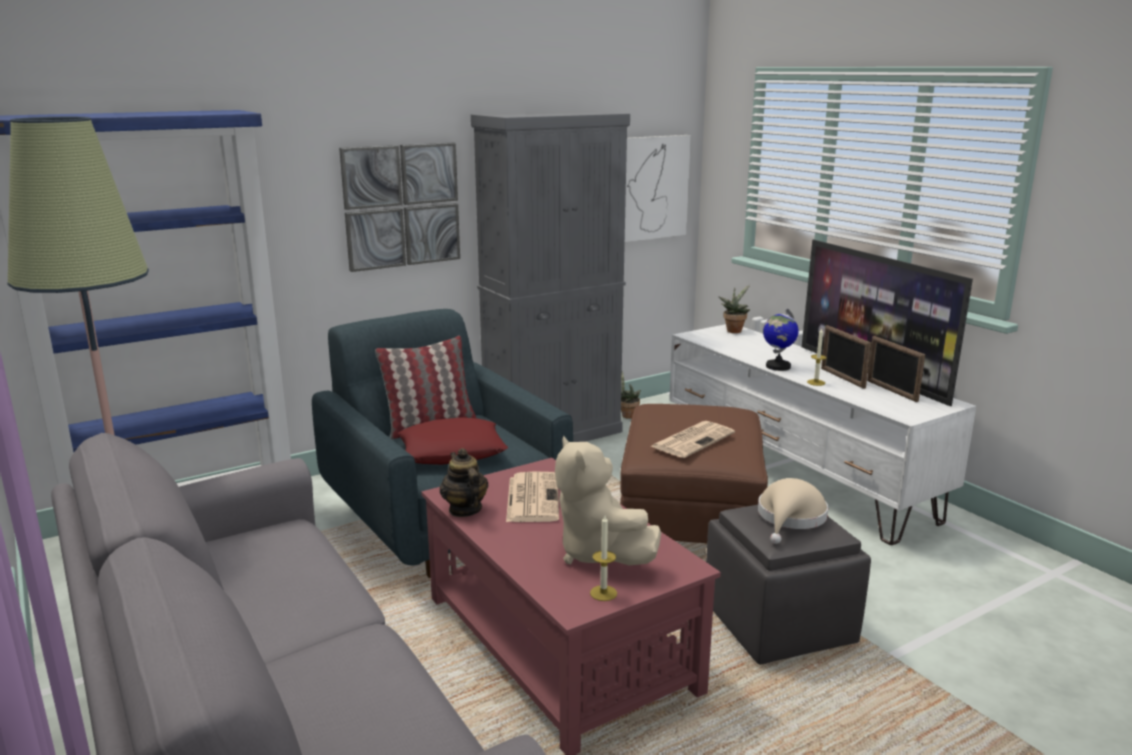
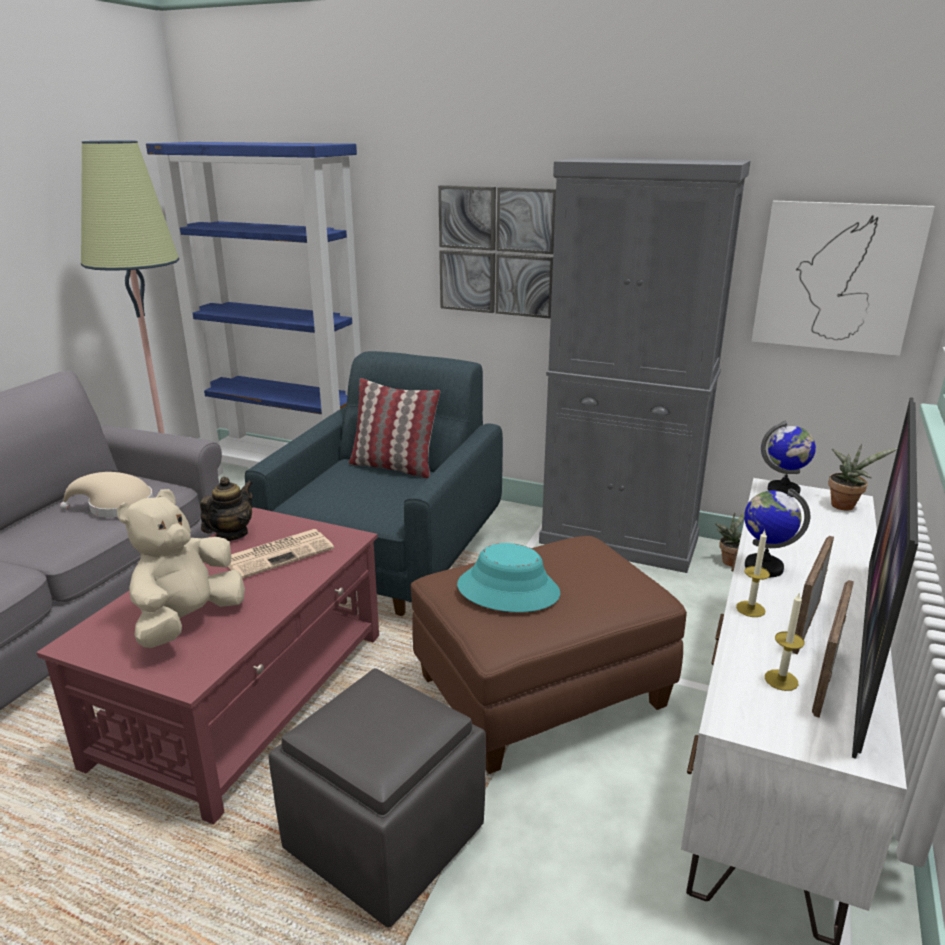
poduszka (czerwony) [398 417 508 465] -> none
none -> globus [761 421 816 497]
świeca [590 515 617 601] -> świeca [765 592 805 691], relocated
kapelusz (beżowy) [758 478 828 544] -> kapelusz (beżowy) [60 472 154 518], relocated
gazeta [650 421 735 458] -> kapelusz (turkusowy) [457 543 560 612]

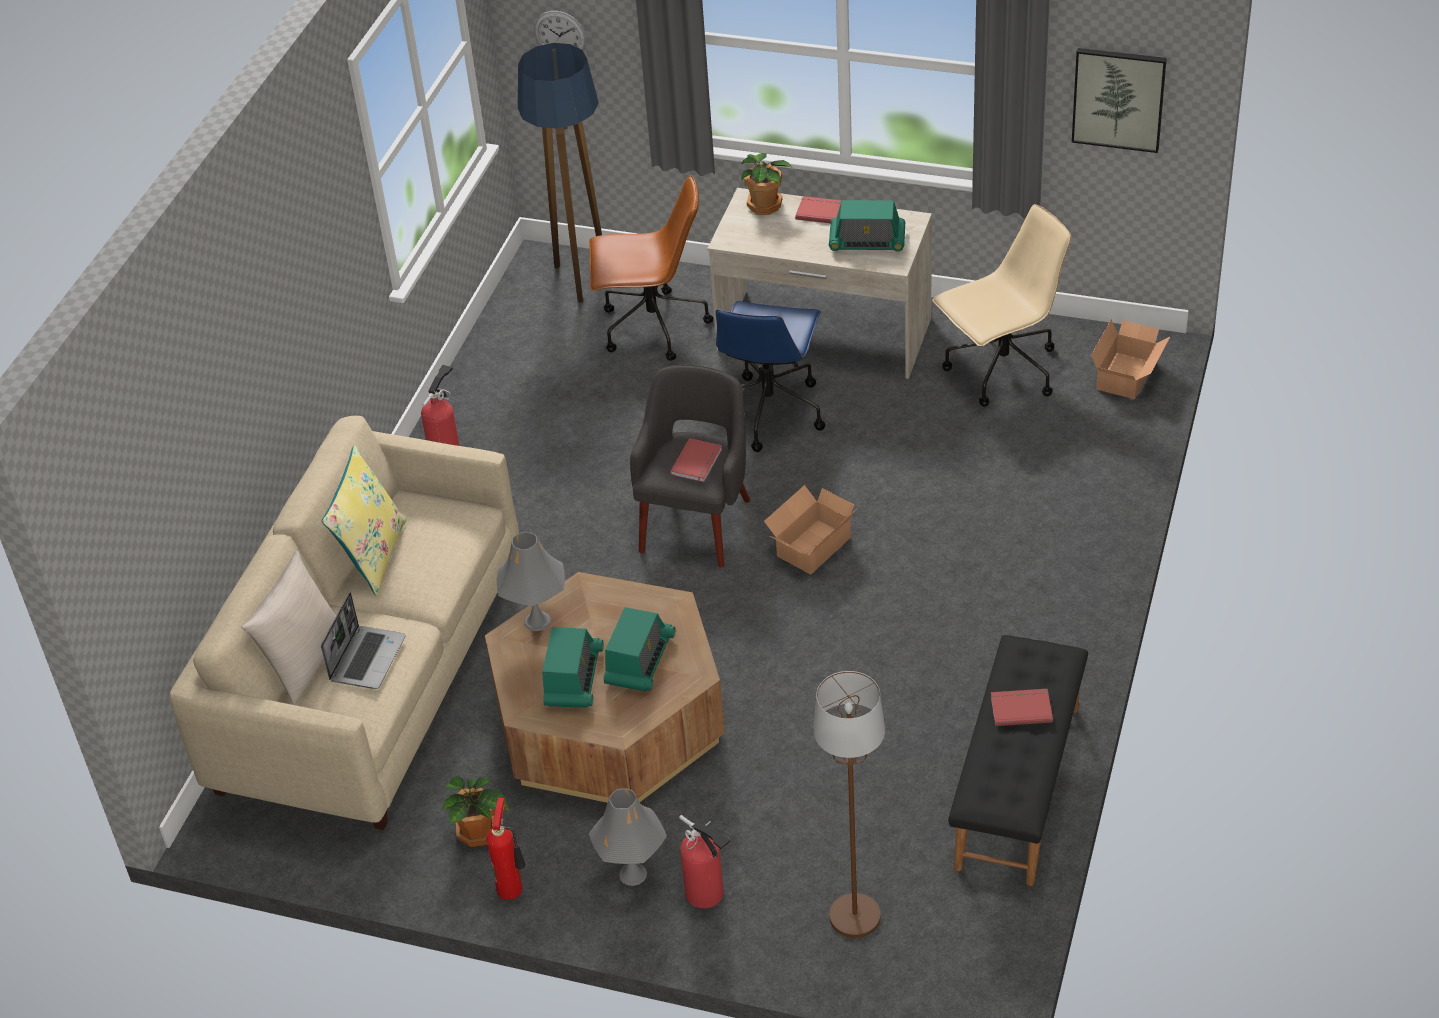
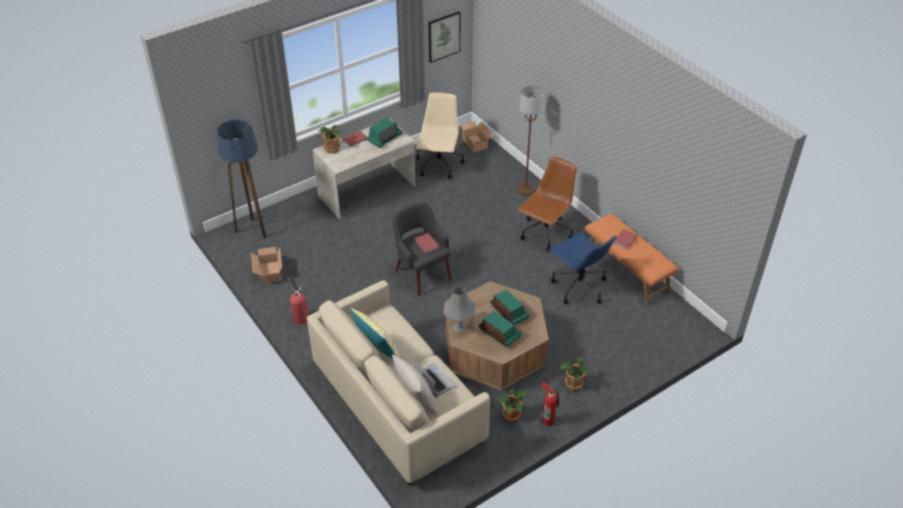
zegar ścienny [534 11 586 50] -> none
gaśnica [679 815 731 908] -> none
krzesło biurowe (brązowy) [589 175 713 361] -> krzesło biurowe (brązowy) [518 157 577 252], relocated
krzesło biurowe (niebieski) [716 301 825 452] -> krzesło biurowe (niebieski) [549 233 617 304], relocated
karton [764 485 856 574] -> karton [251 247 282 284], relocated
lampa stojąca (brązowy) [814 671 885 938] -> lampa stojąca (brązowy) [517 86 544 195], relocated
lampa stołowa (szary) [589 788 667 886] -> roślina doniczkowa [559 358 589 391]
ławka (czarny) [948 635 1088 886] -> ławka (pomarańczowy) [585 213 679 305]

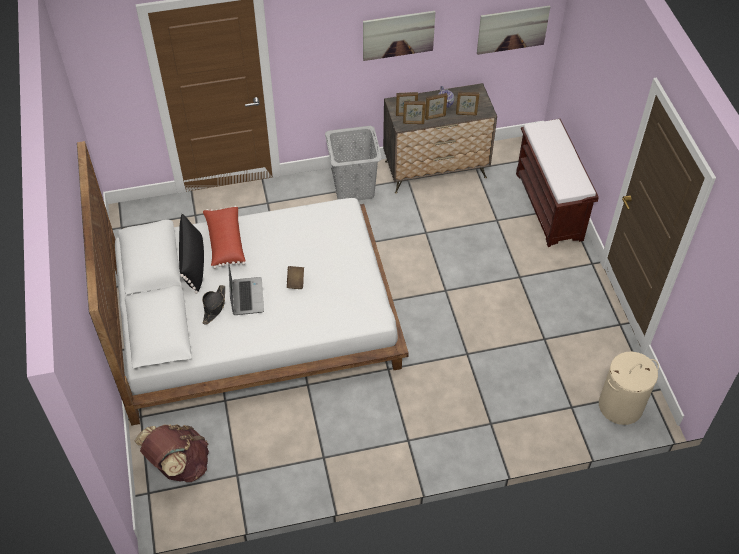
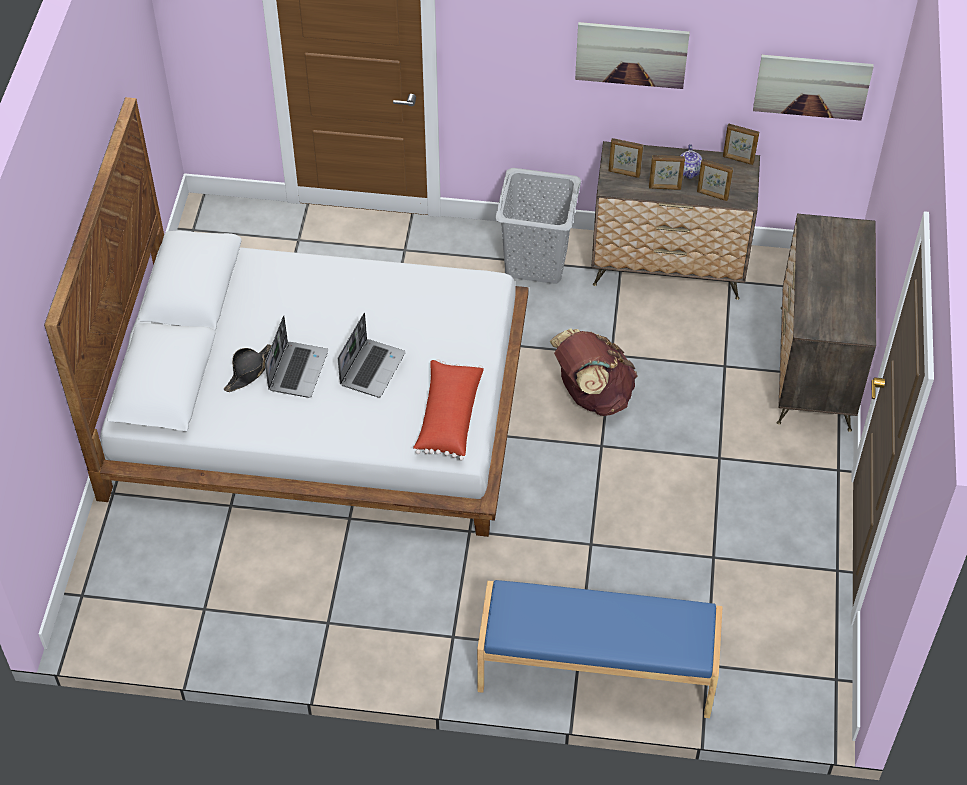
poduszka (czarny) [179 214 204 294] -> none
kosz na pranie (beżowy) [599 351 659 425] -> none
none -> ławka (niebieski) [477 580 722 718]
plecak (brązowy) [134 424 209 482] -> plecak (brązowy) [550 328 637 416], relocated
poduszka (czerwony) [203 206 246 269] -> poduszka (czerwony) [413 359 484 461], relocated
ramka na zdjęcie [403 101 426 124] -> ramka na zdjęcie [723 124 759 165], relocated
książka (brązowy) [287 266 304 289] -> laptop [338 313 405 397]
ławka (brązowy) [516 119 599 247] -> komoda [776 214 876 432]

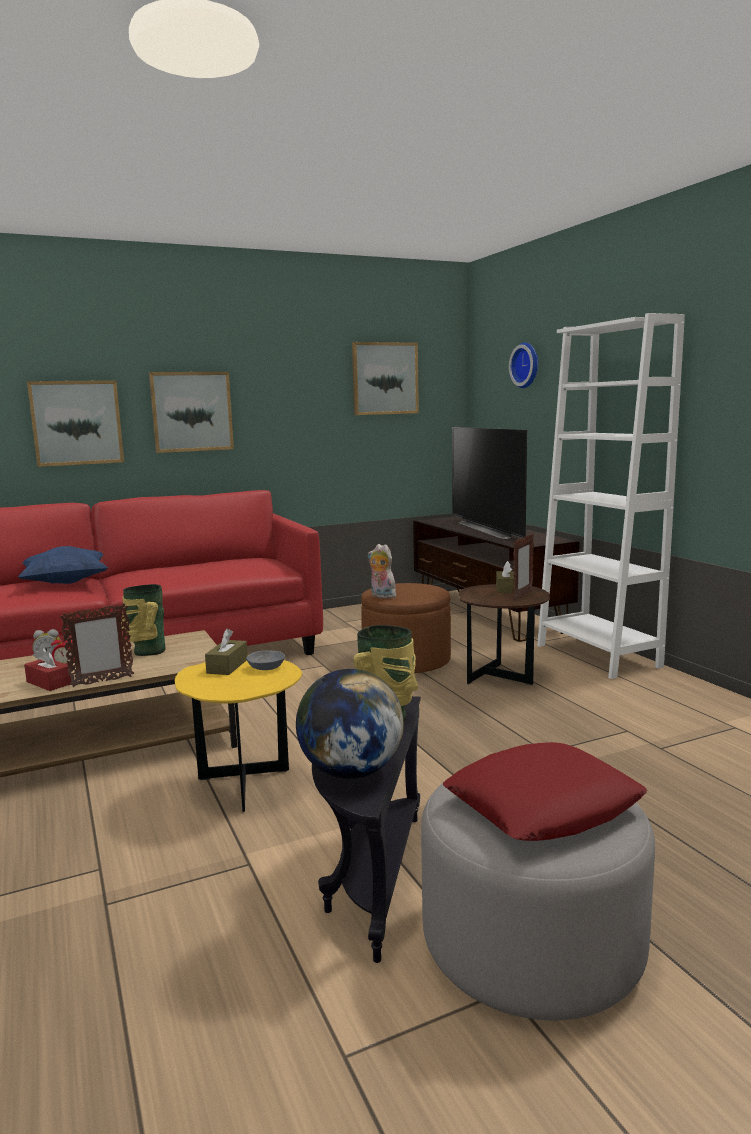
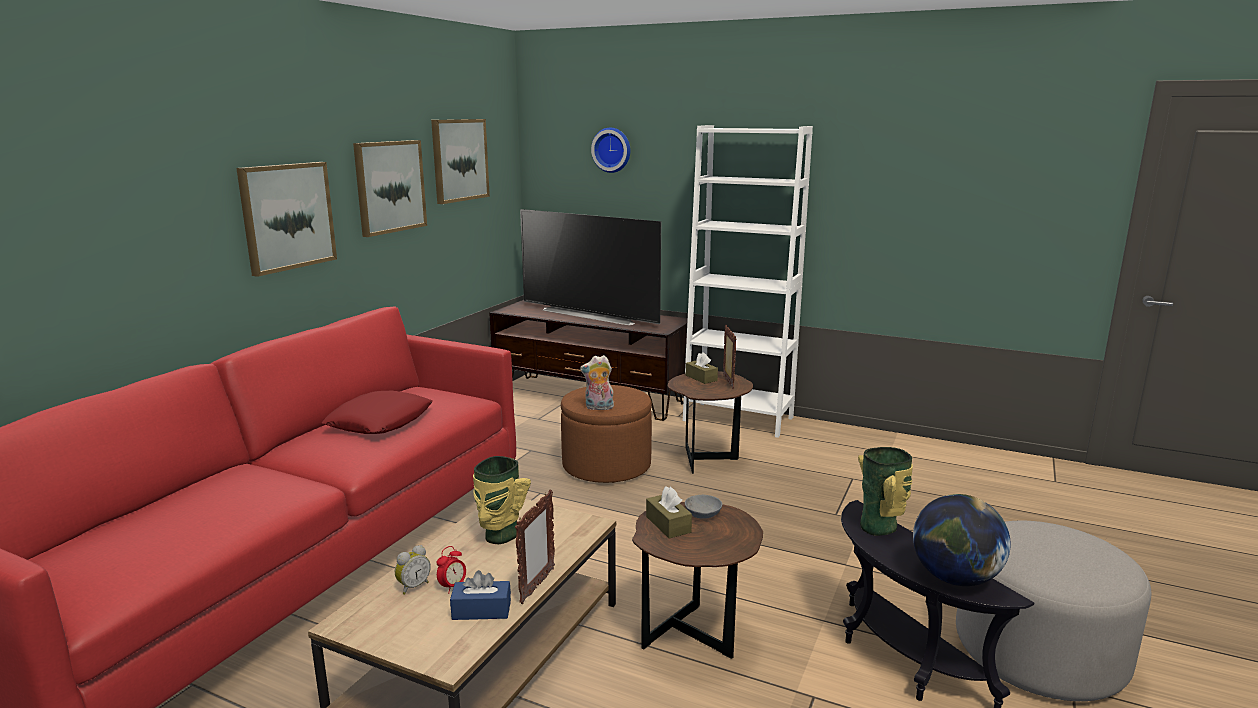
poduszka (niebieski) [18 546 108 584] -> none
obraz [27 380 124 467] -> obraz [353 140 427 237], relocated
poduszka (czerwony) [443 742 648 841] -> poduszka (czerwony) [321 391 432 434], relocated
pudełko chusteczek (czerwony) [24 647 71 691] -> pudełko chusteczek (niebieski) [450 570 511 620]
stolik (żółty) [175 660 302 812] -> stolik (brązowy) [632 502 763 659]

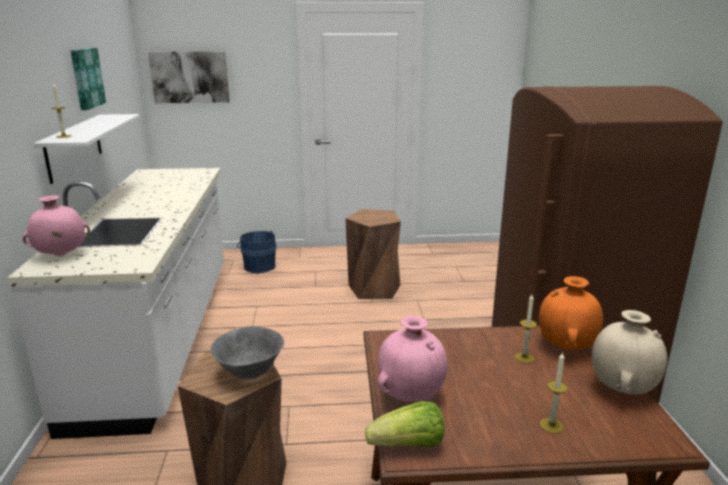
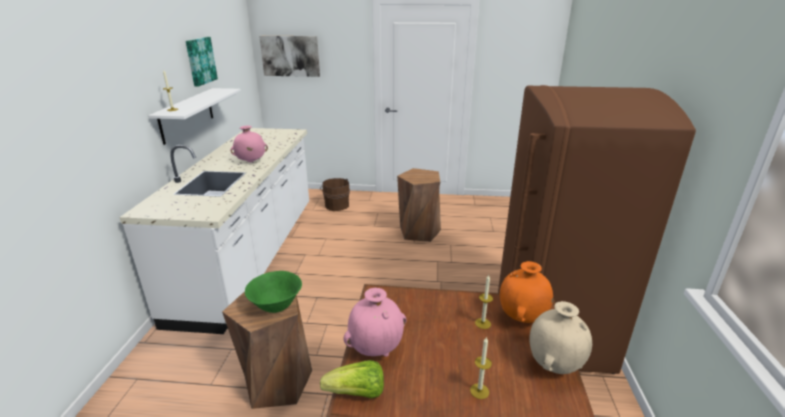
wazon (różowy) [23 196 90 256] -> wazon (różowy) [230 126 268 163], relocated
miska (szary) [211 326 284 379] -> miska (zielony) [245 271 302 313]
wiadro (niebieski) [237 230 276 273] -> wiadro (brązowy) [320 178 350 211]

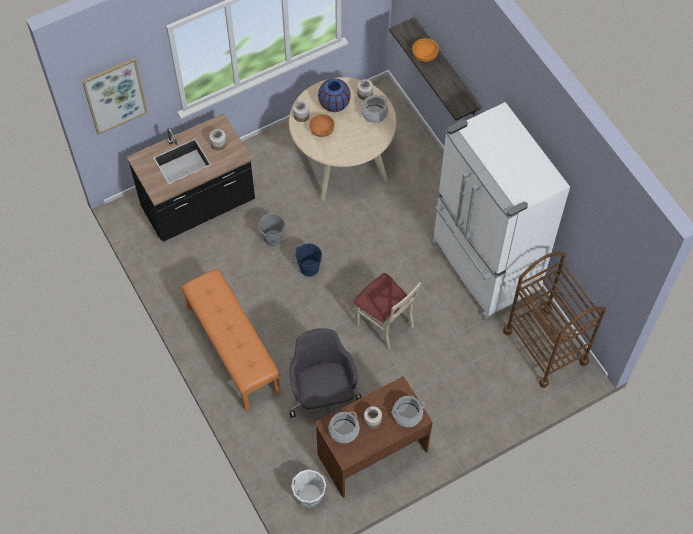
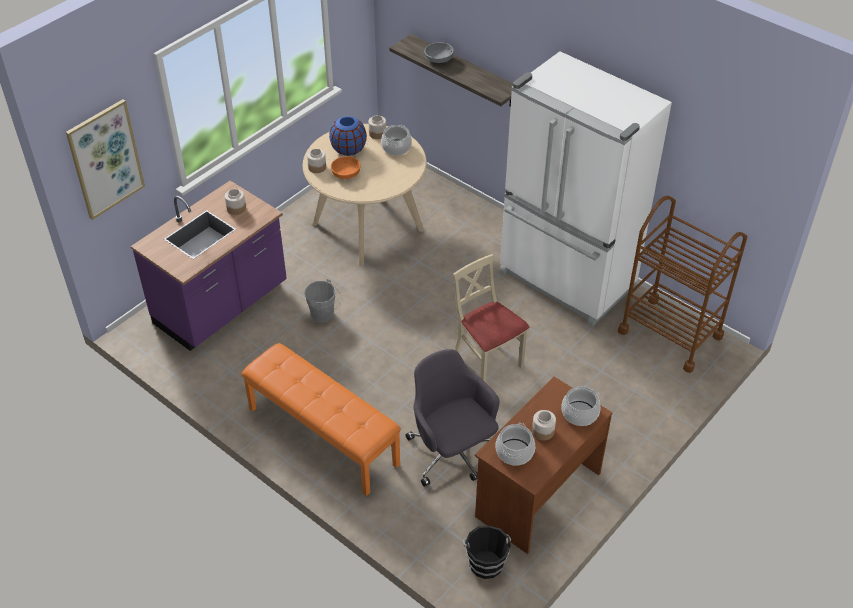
wiadro (niebieski) [292 243 322 277] -> none
zabudowa kuchenna (czarny) [127 113 255 242] -> zabudowa kuchenna (fioletowy) [131 181 287 351]
wiadro (biały) [291 469 328 508] -> wiadro (czarny) [462 526 511 579]
miska (pomarańczowy) [412 38 439 62] -> miska (szary) [424 42 454 63]
krzesło (beżowy) [353 273 421 350] -> krzesło (beżowy) [453 254 529 383], 150 degrees counterclockwise

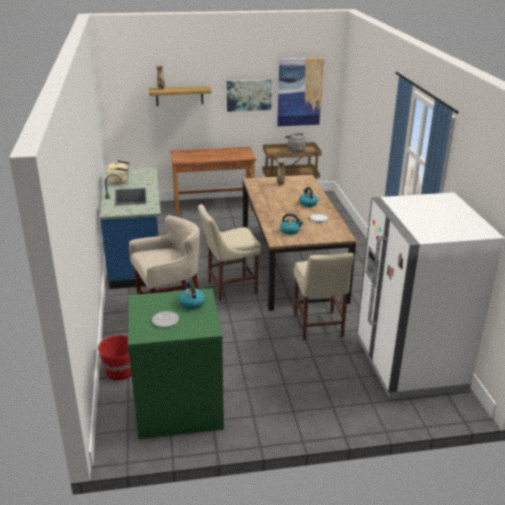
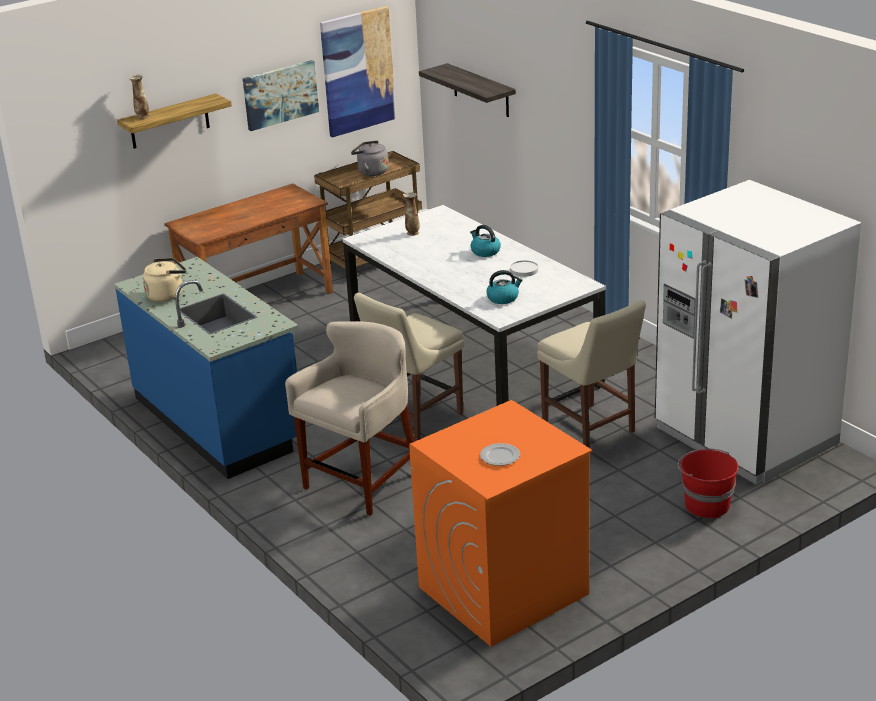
czajnik [179 281 205 309] -> none
none -> półka [419 63 516 117]
wiadro (czerwony) [97 334 132 381] -> wiadro (czerwony) [678 449 739 518], relocated
pralka (zielony) [128 288 224 439] -> pralka (pomarańczowy) [409 400 592 647]
stół jadalny (brązowy) [243 174 356 311] -> stół jadalny (biały) [343 205 606 406]

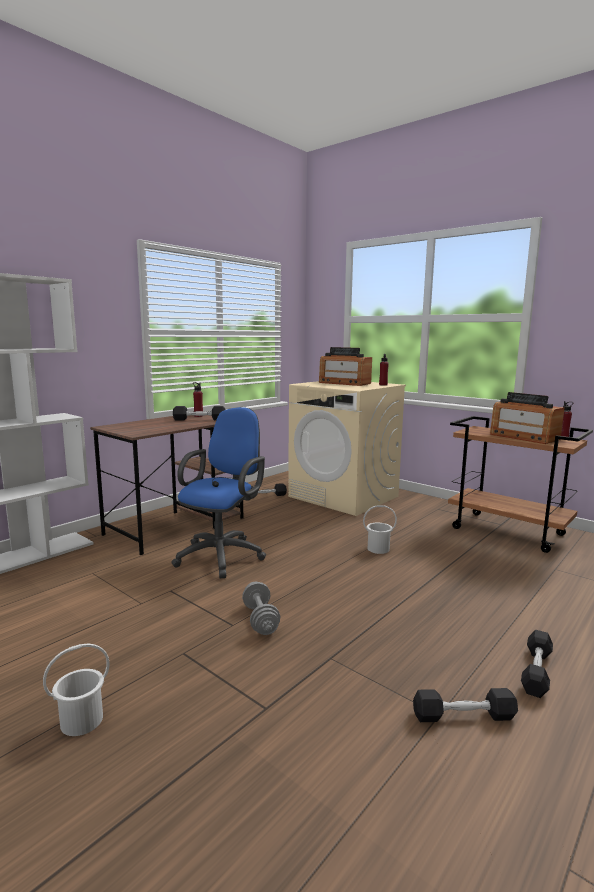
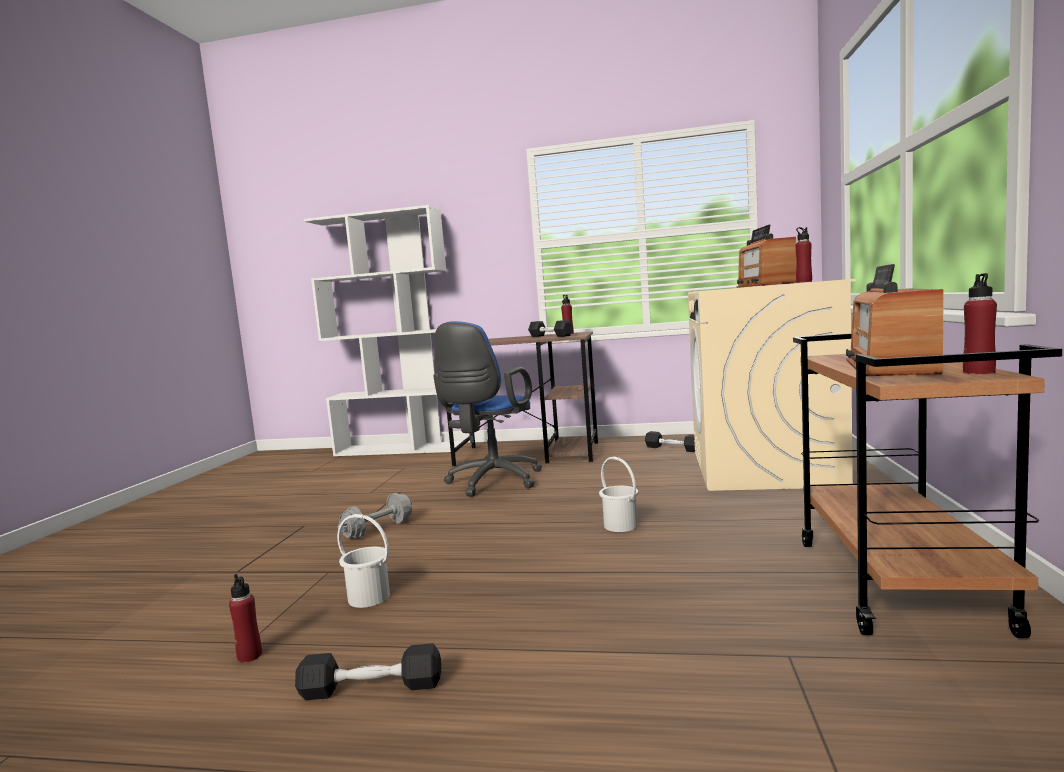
wiadro (biały) [43 644 109 736] -> wiadro (biały) [337 514 390 608], relocated
hantel (czarny) [413 688 518 722] -> butelka (czerwony) [229 574 262 663]
krzesło biurowe (niebieski) [172 407 266 578] -> krzesło biurowe (niebieski) [433 321 542 497], 120 degrees clockwise

